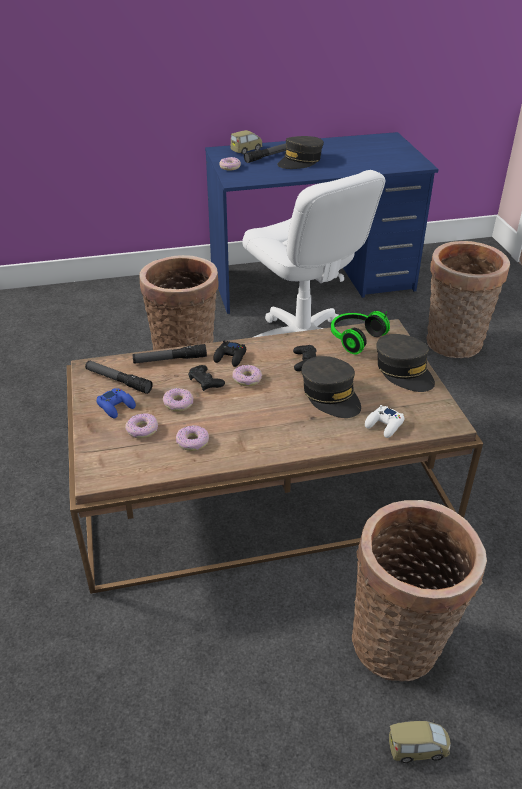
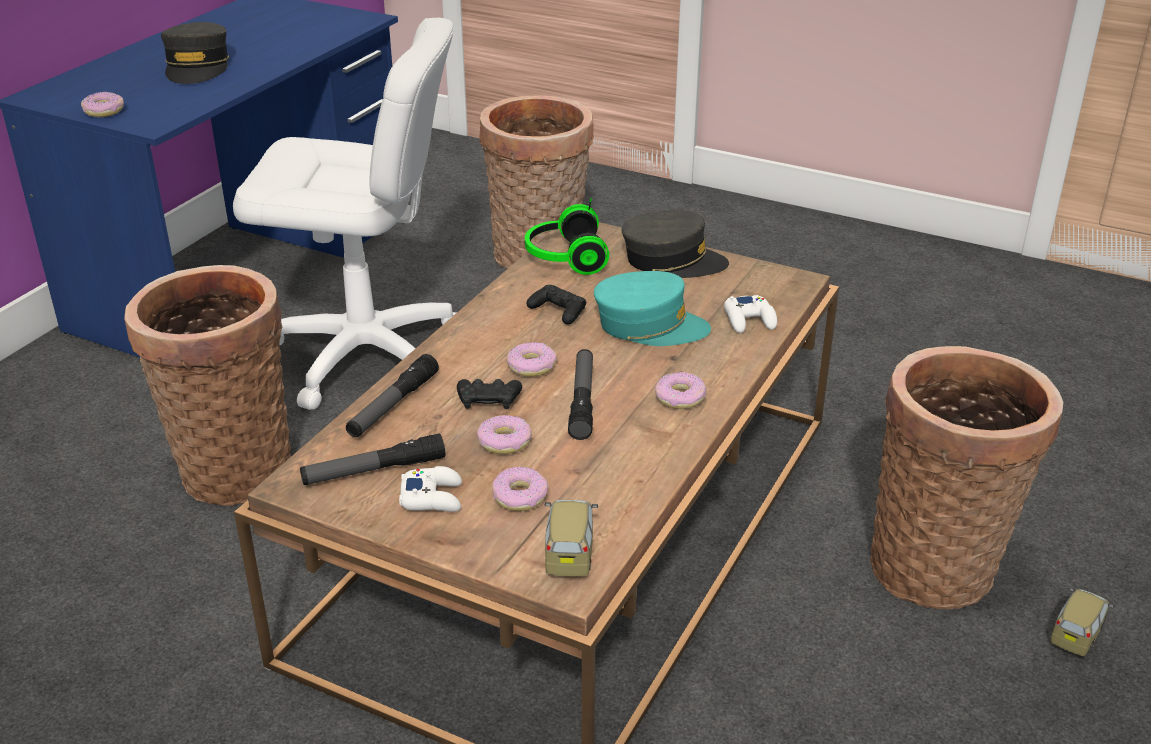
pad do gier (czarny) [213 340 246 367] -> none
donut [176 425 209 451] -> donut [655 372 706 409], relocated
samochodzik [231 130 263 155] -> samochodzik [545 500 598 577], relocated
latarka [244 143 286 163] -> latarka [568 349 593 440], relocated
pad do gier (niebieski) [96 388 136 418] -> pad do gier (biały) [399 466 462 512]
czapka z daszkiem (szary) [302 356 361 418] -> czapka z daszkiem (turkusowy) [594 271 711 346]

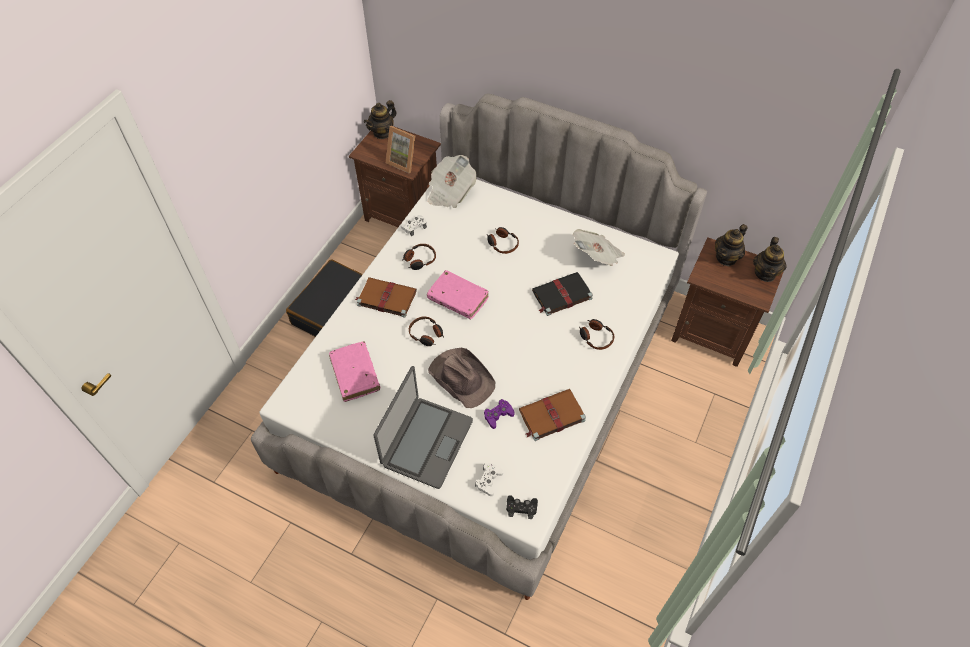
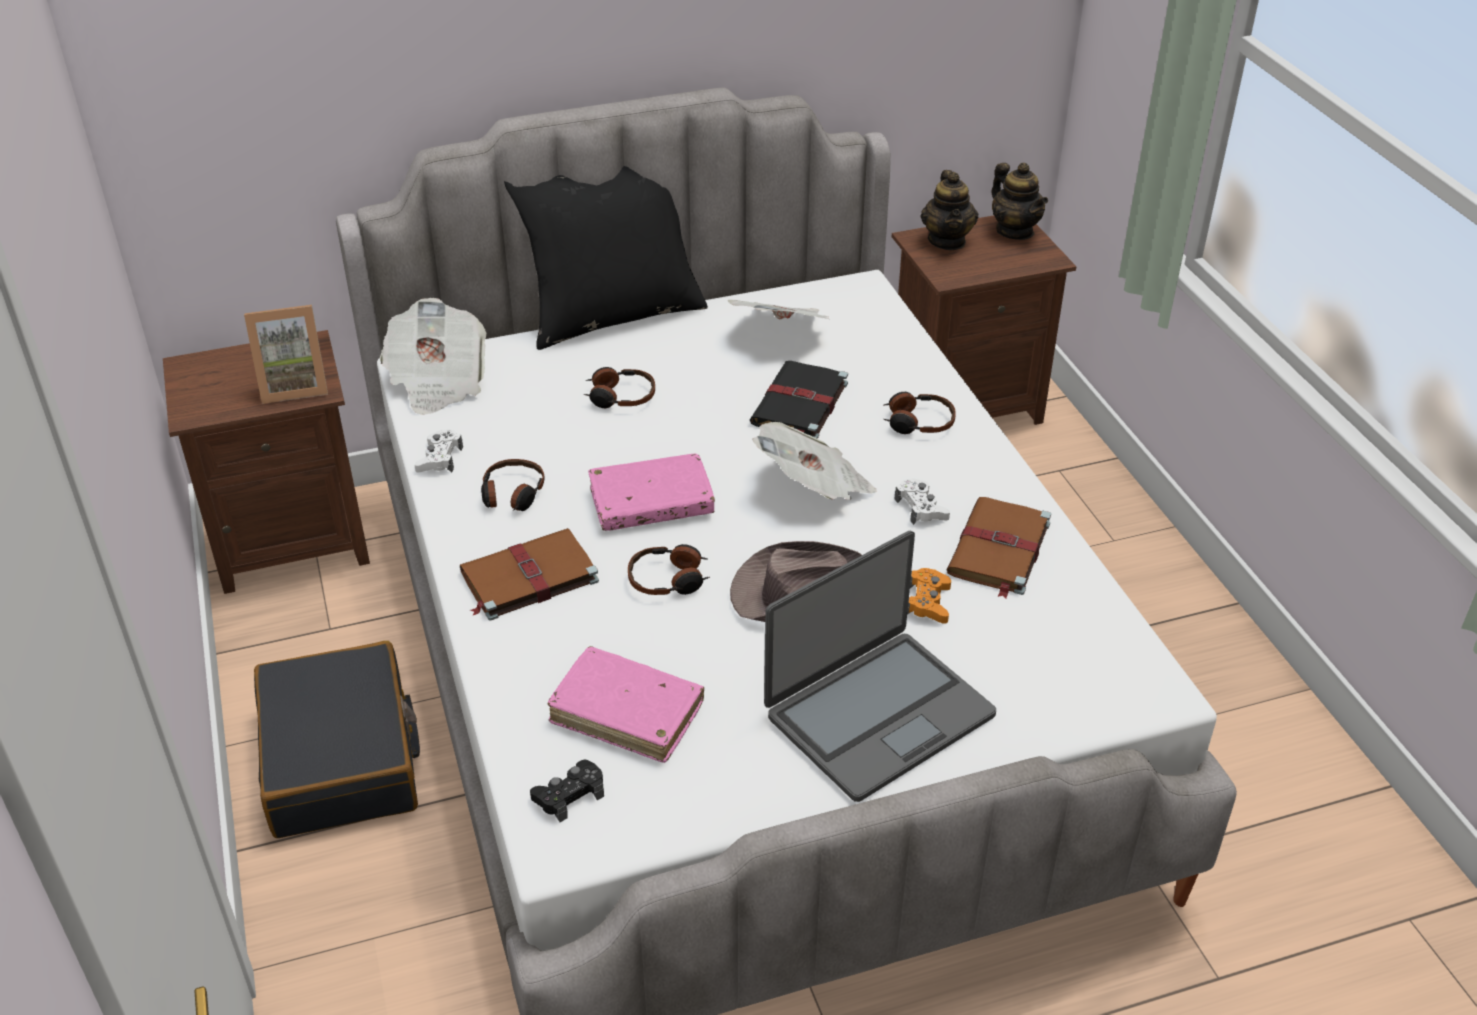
imbryk [364 100 397 139] -> none
none -> poduszka (czarny) [504 166 708 350]
none -> gazeta [752 422 877 500]
pad do gier (biały) [475 463 503 496] -> pad do gier (biały) [894 478 950 525], relocated
pad do gier (czarny) [506 495 538 519] -> pad do gier (czarny) [530 760 604 822], relocated
pad do gier (fioletowy) [484 399 514 429] -> pad do gier (pomarańczowy) [907 568 951 624]
laptop [373 366 473 489] -> laptop [764 531 996 802], 75 degrees clockwise

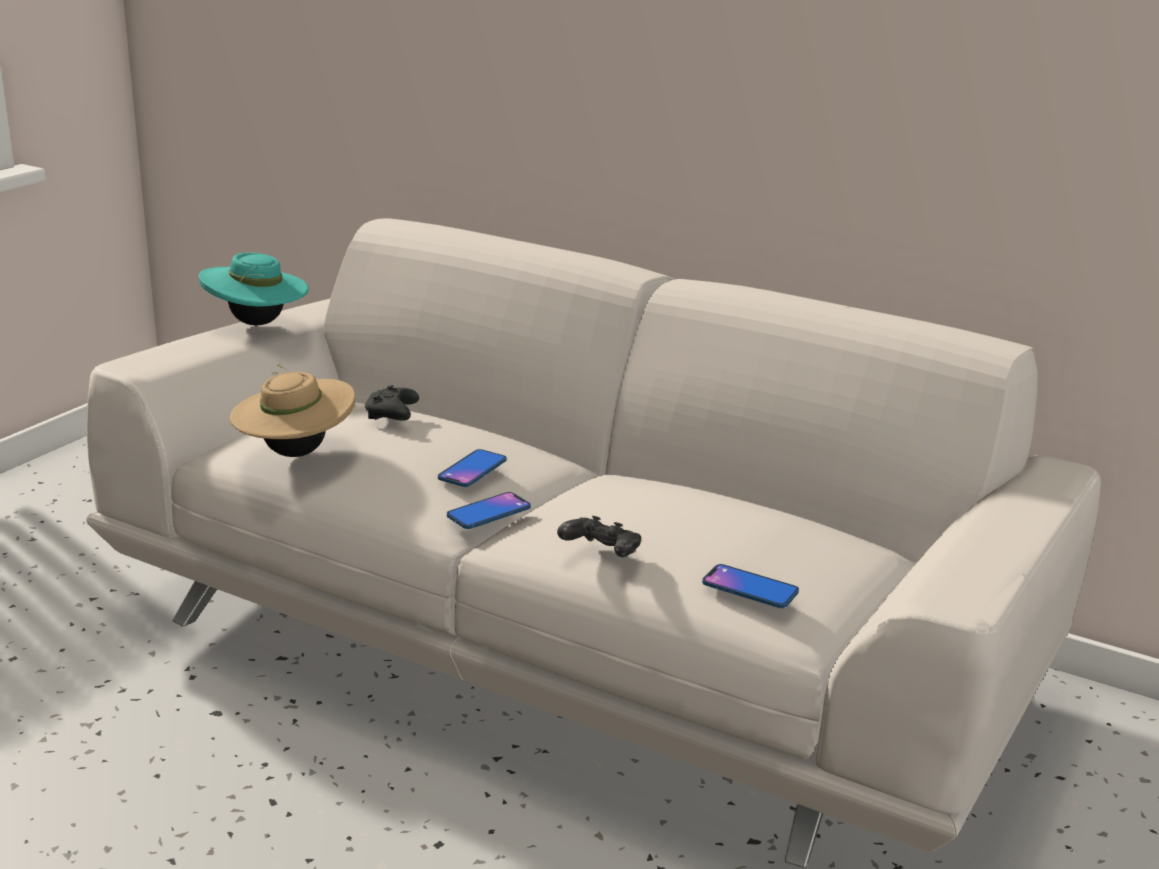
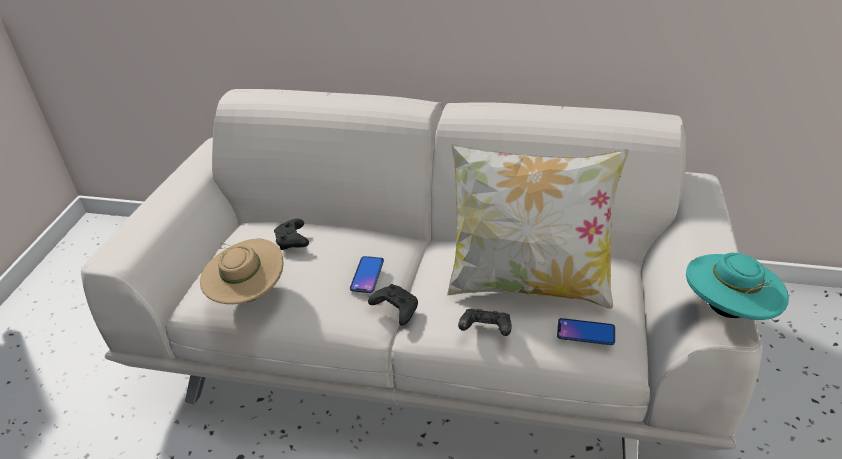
none -> poduszka [447 144 629 309]
kapelusz (turkusowy) [199 252 309 325] -> kapelusz (turkusowy) [686 253 789 320], relocated
telefon [447 492 531 529] -> pad do gier (czarny) [368 284 418 326]

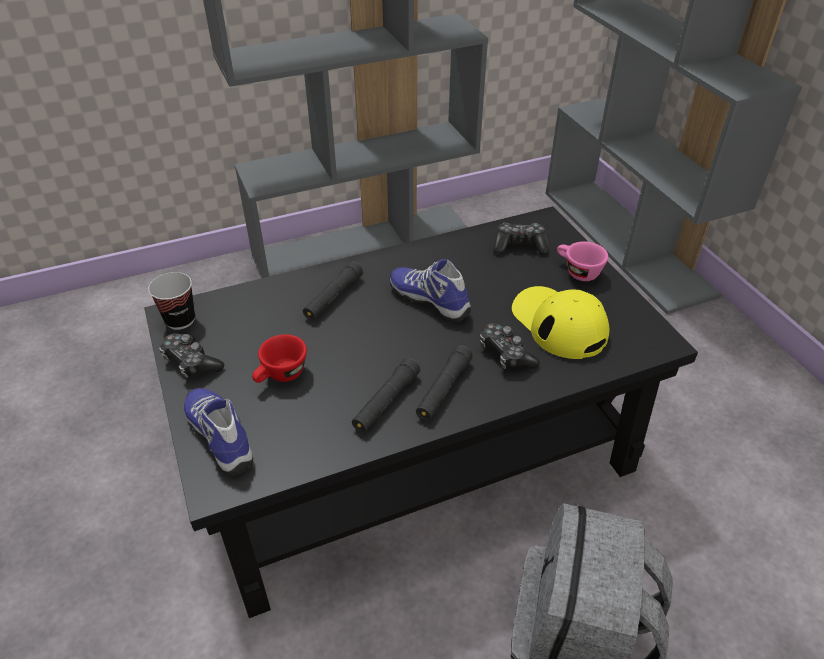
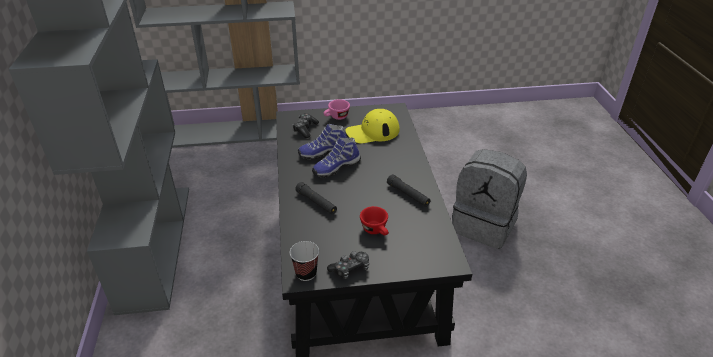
latarka (czarny) [416 345 473 421] -> none
pad do gier [480 323 540 370] -> none
but [184 388 253 476] -> but [298 124 347 160], relocated

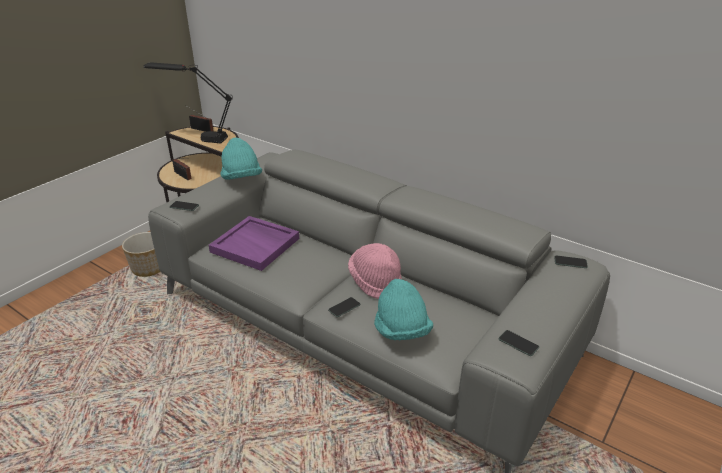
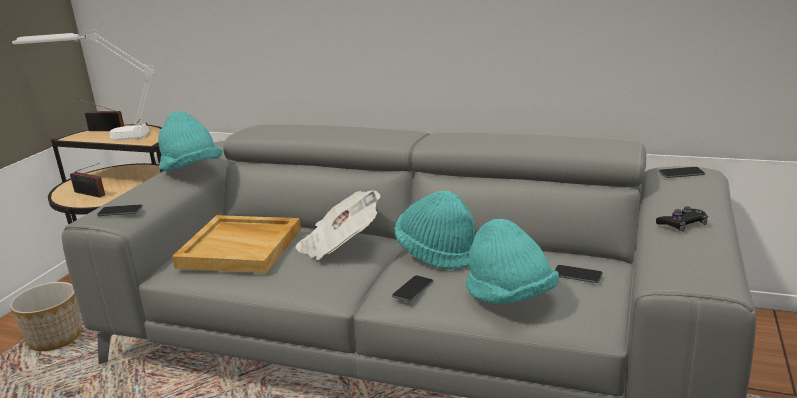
none -> gazeta [296 190 381 260]
none -> pad do gier (czarny) [656 206 708 232]
telefon [498 330 539 356] -> telefon [555 265 603 283], relocated
lampa stołowa (czarny) [144 62 233 144] -> lampa stołowa (biały) [12 30 155 140]
taca (fioletowy) [209 216 299 271] -> taca (beżowy) [172 215 301 274]
kapelusz (różowy) [348 243 402 299] -> kapelusz (turkusowy) [395 191 475 270]

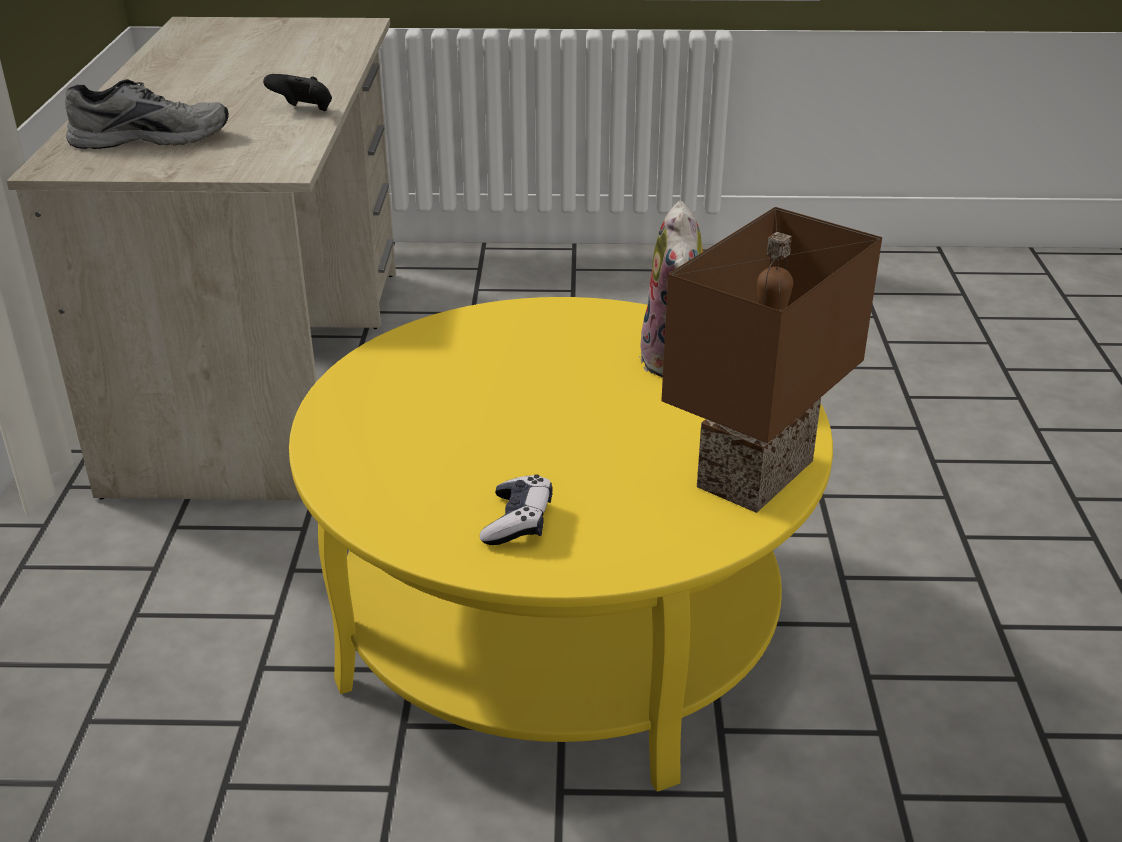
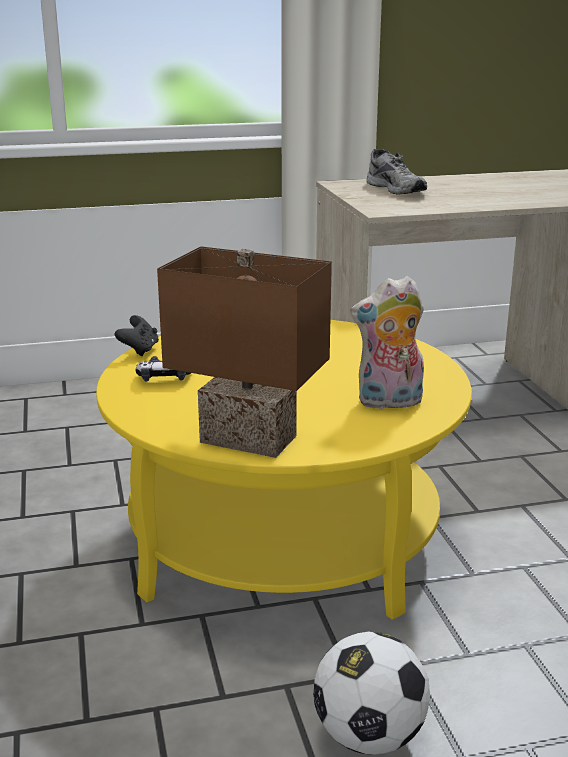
none -> piłka futbolowa [313 631 430 755]
pad do gier (czarny) [263 74 332 111] -> pad do gier (czarny) [115 315 159 356], relocated

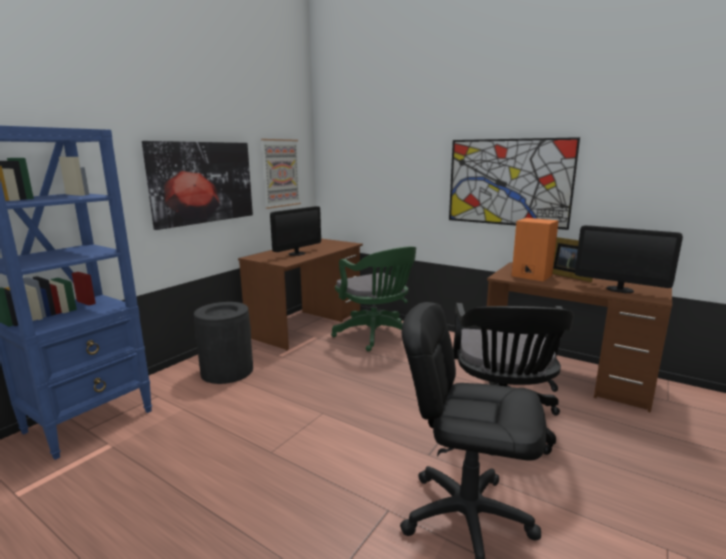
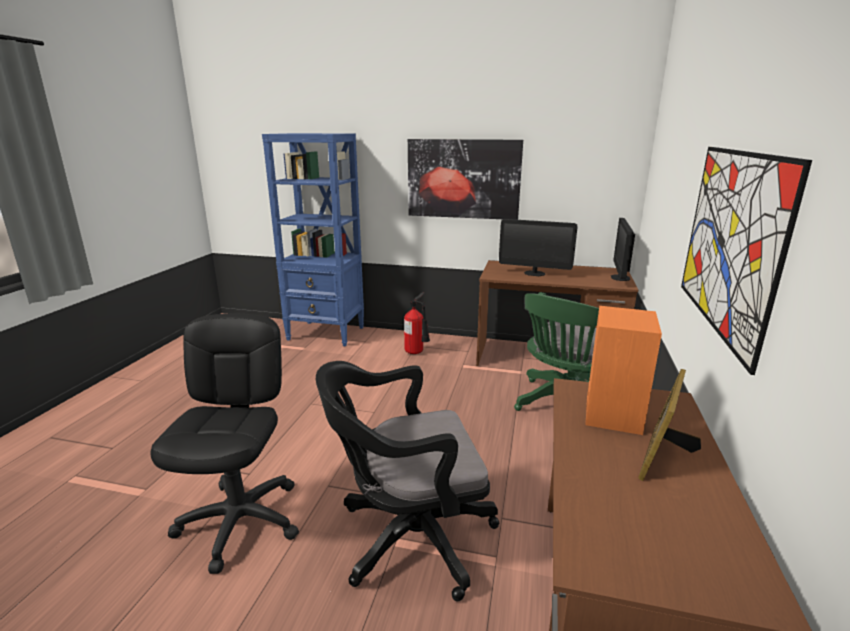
obraz [261 139 301 209] -> none
monitor [575 225 683 293] -> monitor [611 218 635 281], relocated
kosz na śmieci (czarny) [194 302 253 384] -> gaśnica [404 292 430 354]

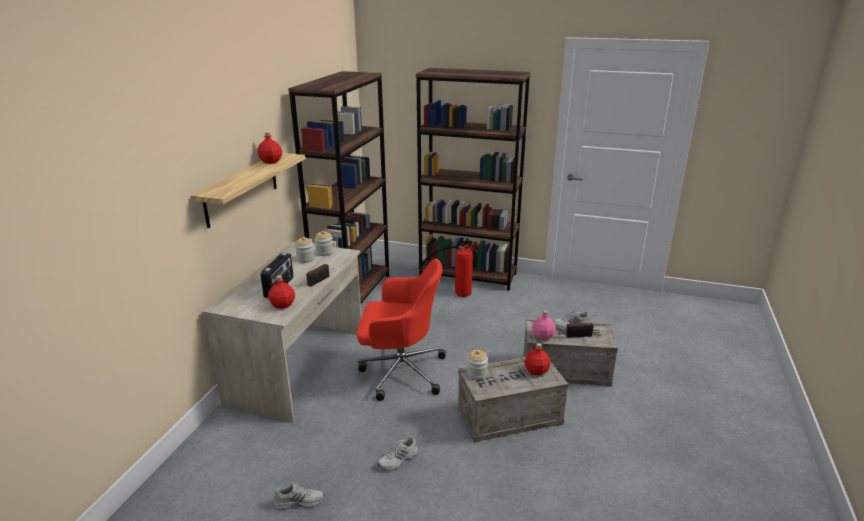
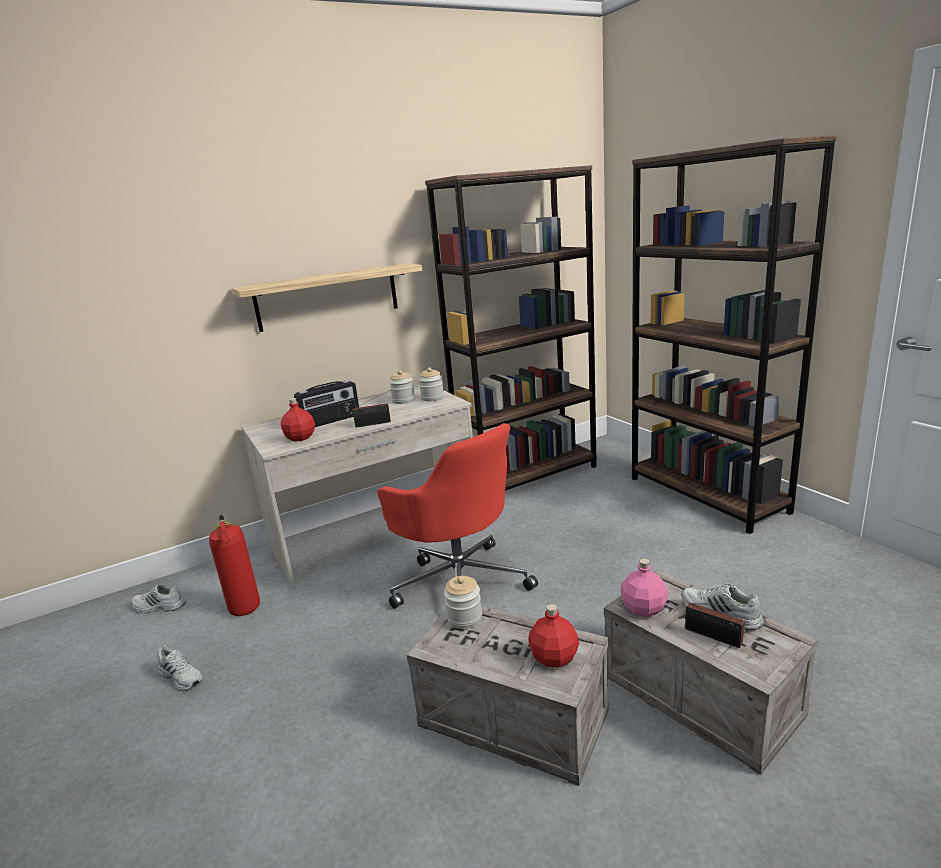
butelka (czerwony) [257 132 282 164] -> none
but (biały) [378 436 418 471] -> but (biały) [131 583 186 613], relocated
gaśnica [417 244 479 297] -> gaśnica [209 515 260 616], relocated

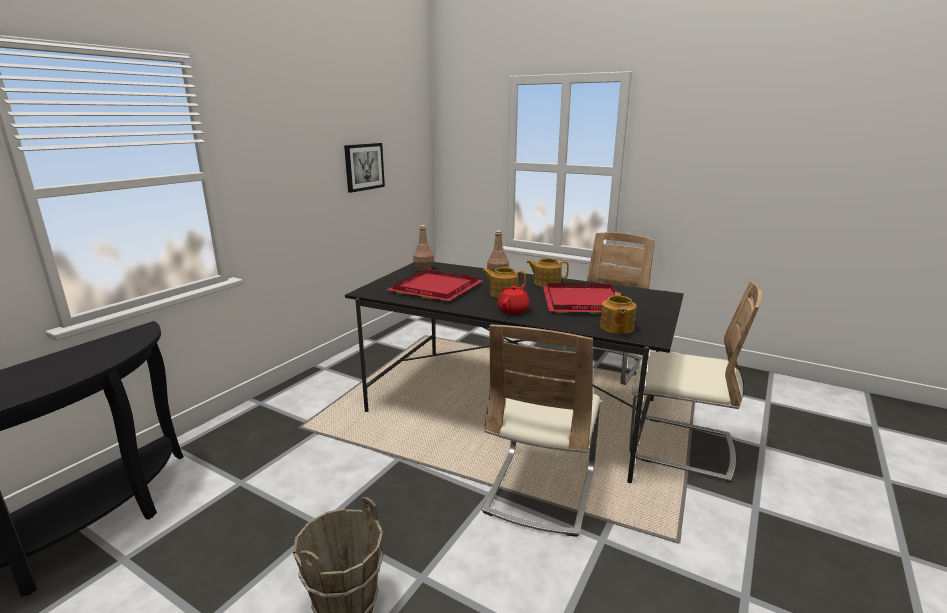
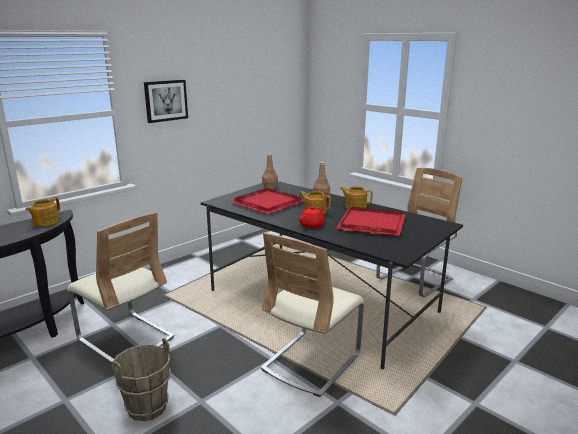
obraz [344 143 385 193] -> obraz [144 80 188 123], relocated
imbryk [600 292 637 334] -> imbryk [26 197 60 226], relocated
krzesło (beżowy) [629 281 762 482] -> krzesło (beżowy) [67 212 175 363], relocated

